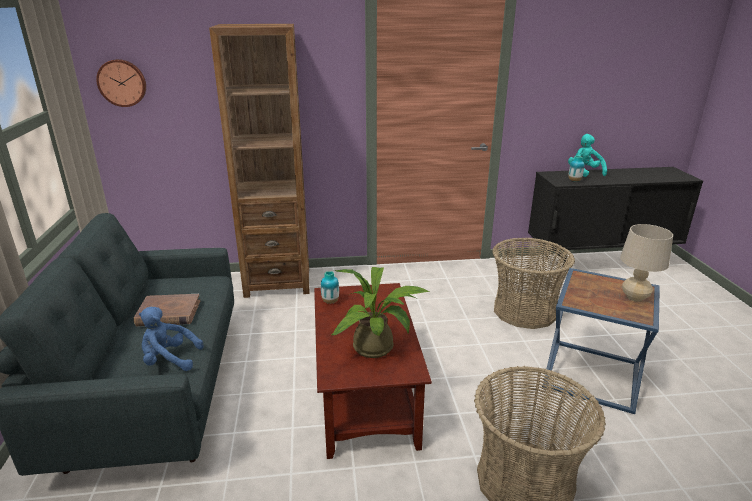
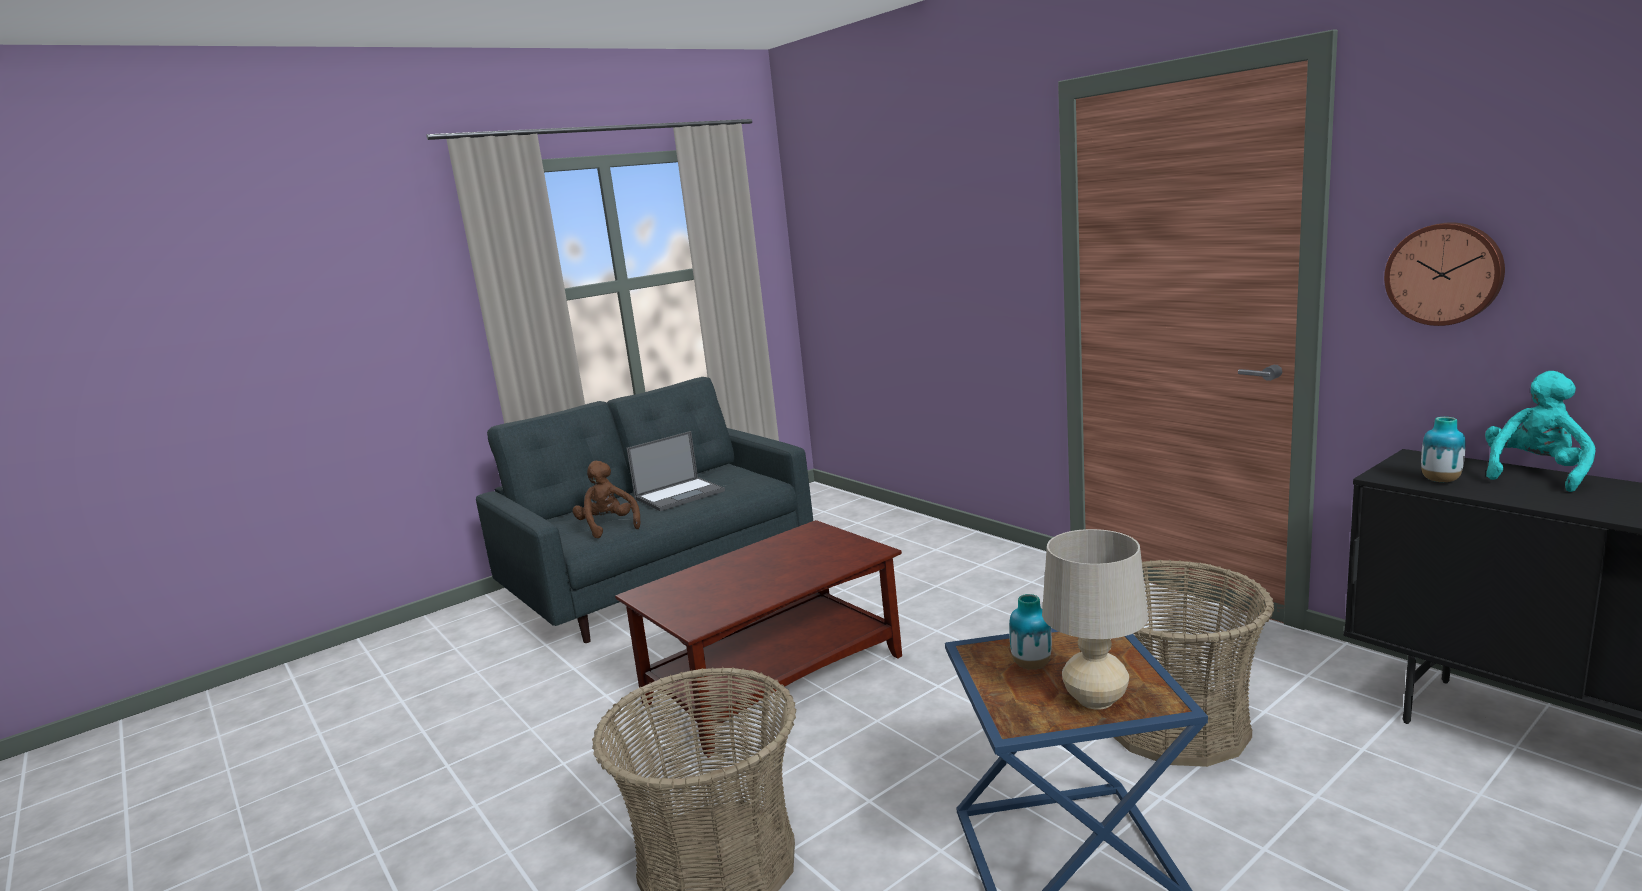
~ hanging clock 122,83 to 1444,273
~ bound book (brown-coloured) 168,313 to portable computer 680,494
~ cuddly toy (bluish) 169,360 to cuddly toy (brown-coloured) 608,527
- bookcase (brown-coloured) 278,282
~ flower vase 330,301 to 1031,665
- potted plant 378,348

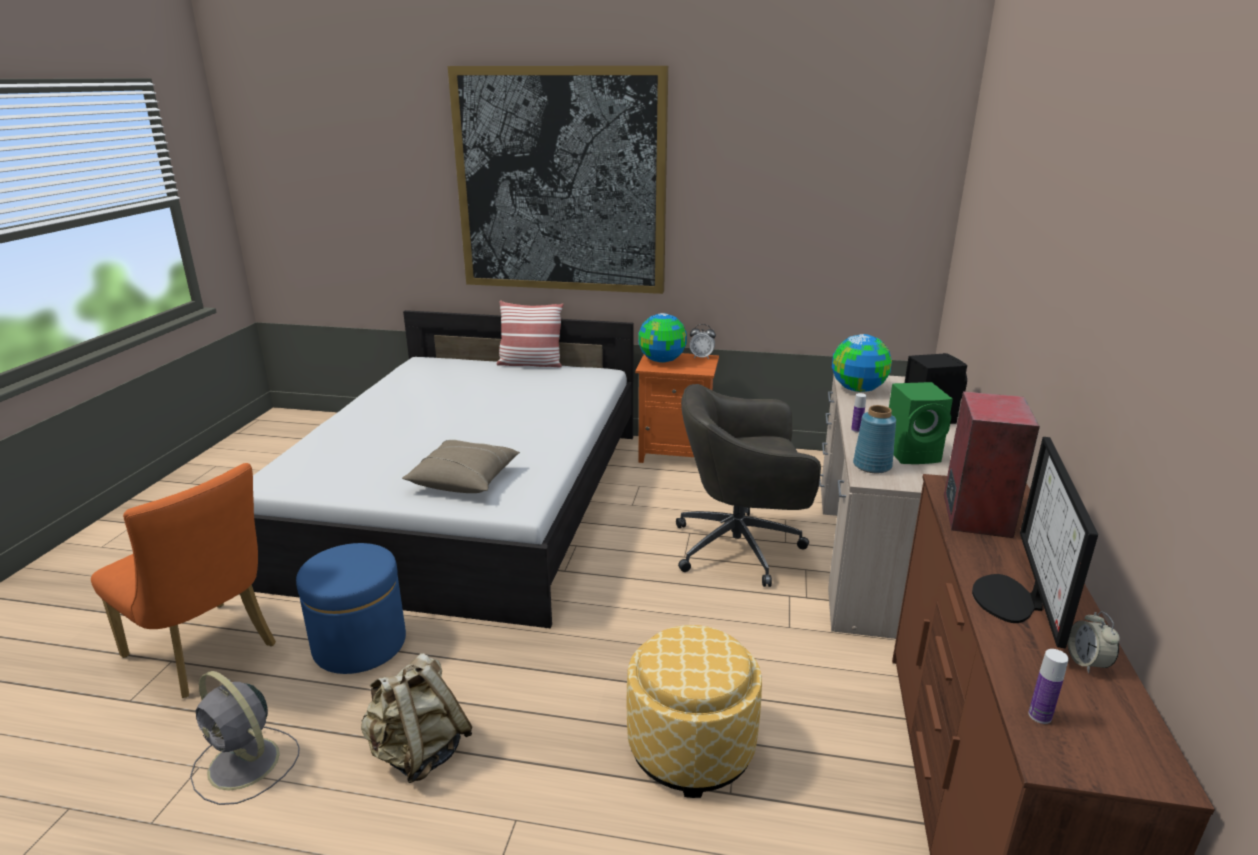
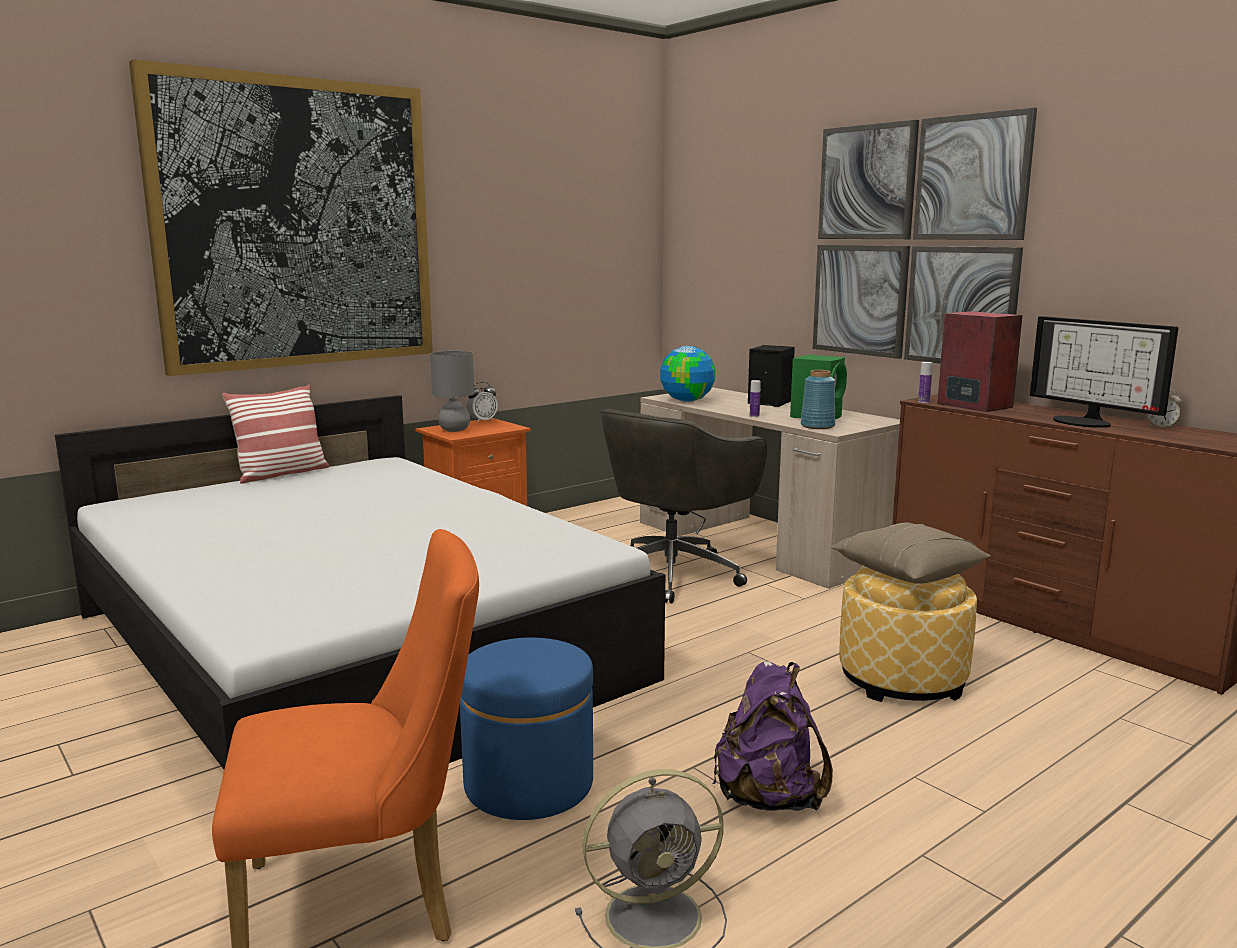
~ knapsack (beige-coloured) 419,752 to knapsack (purple-coloured) 768,798
~ cushion (beige-coloured) 464,480 to 907,572
~ globe 662,361 to lamp for a table (greyish) 455,430
~ bottle 1039,716 to 923,402
+ wall art 913,242

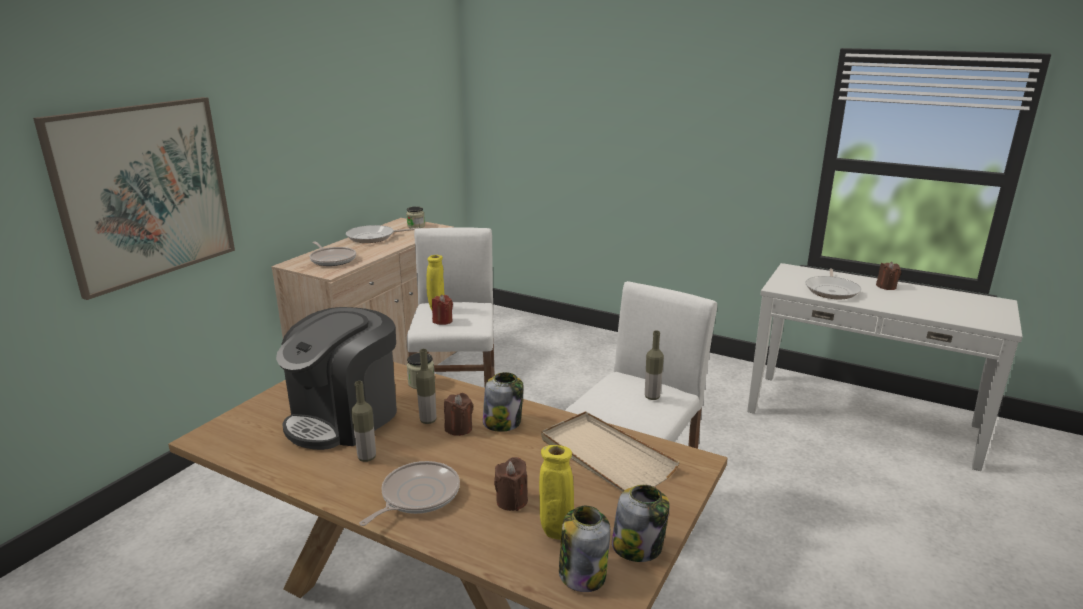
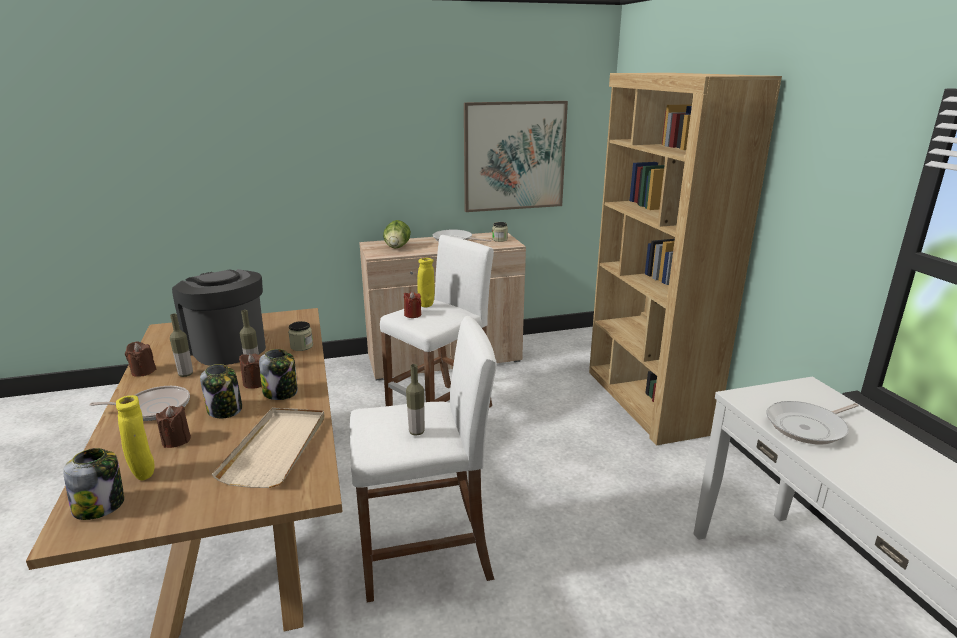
~ wall art 145,192 to 514,156
~ coffee maker 344,418 = 227,347 60 degrees clockwise
~ skillet 332,259 to head of lettuce 397,247
~ preserve jar 638,546 to 225,410
~ candle (brown-coloured) 886,286 to 143,371
+ bookcase (brown-coloured) 646,401

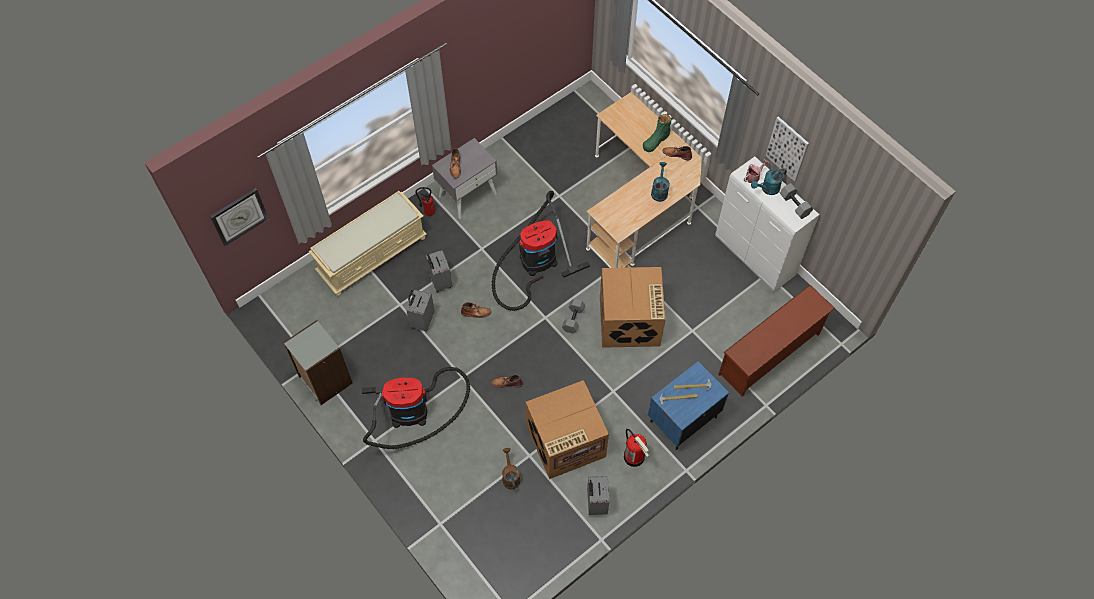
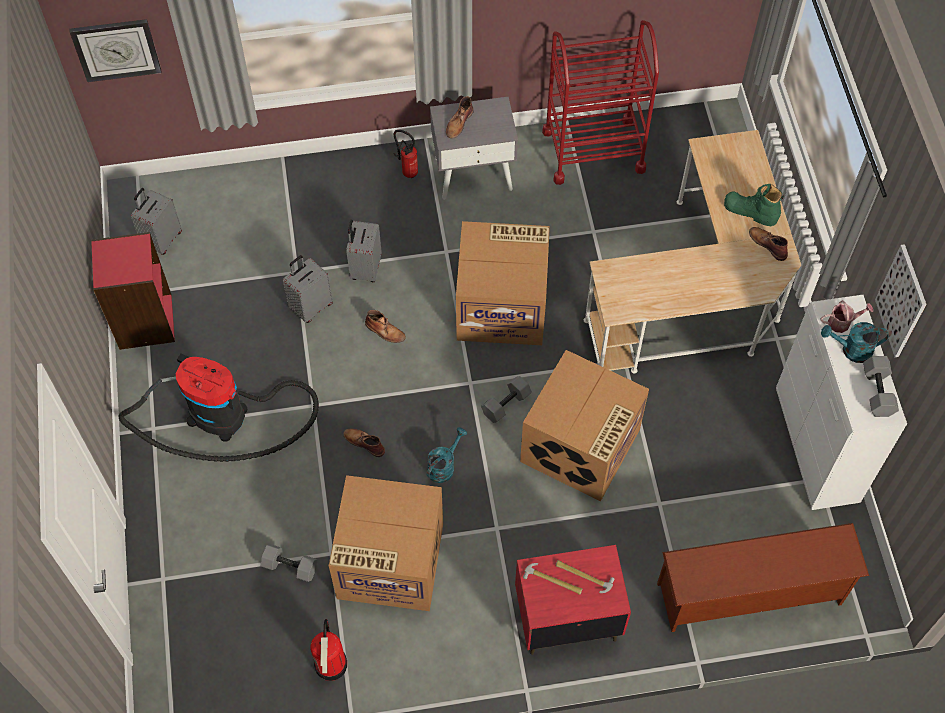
~ bookcase (greyish) 325,380 to bookcase (red-coloured) 144,321
- bench (beige-coloured) 372,254
~ hoover 535,263 to packing box 503,305
~ watering can (brown-coloured) 510,476 to dumbbell (greyish) 289,567
~ travel case (greyish) 596,503 to 162,239
~ extinguisher 634,456 to 331,665
~ high-top boot (green-coloured) 656,140 = 750,212 45 degrees clockwise
~ night table (bluish) 682,419 to night table (red-coloured) 566,618
~ watering can (turquoise) 659,191 to 444,466
+ trolley (red-coloured) 593,150

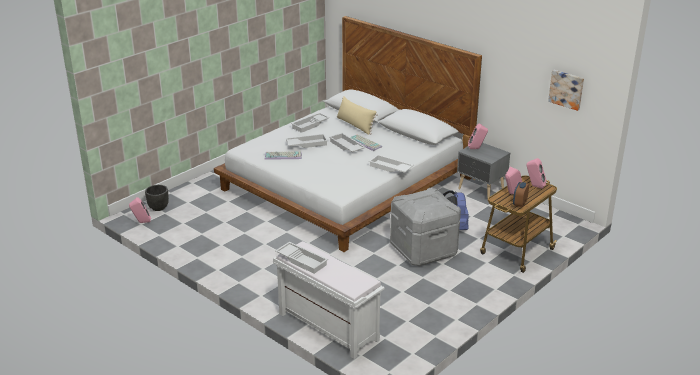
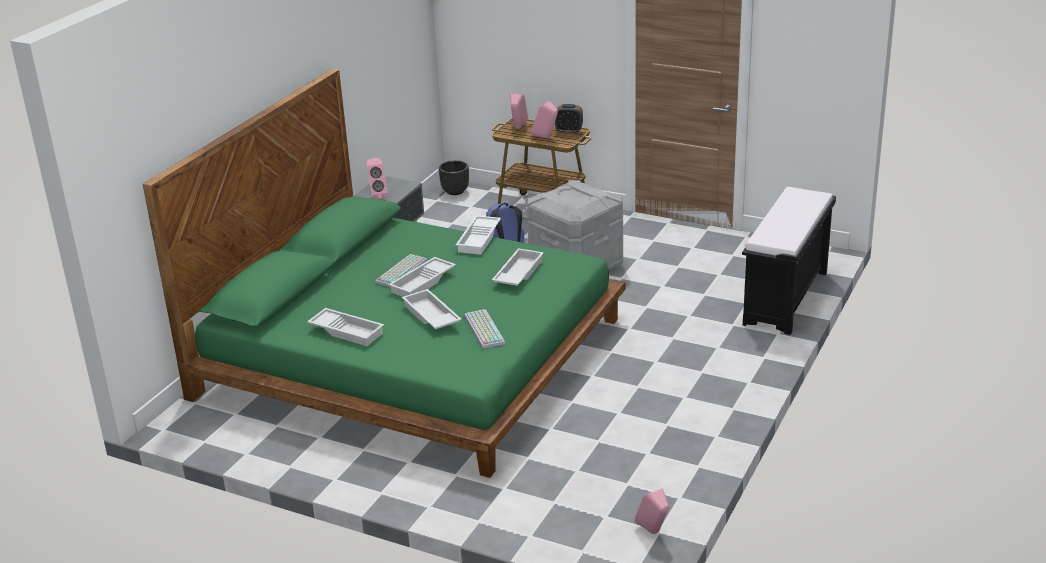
~ flower pot (black) 158,208 to 455,191
~ bed (whitish) 345,183 to bed (green-coloured) 413,356
~ bench (whitish) 327,327 to bench (black) 786,299
~ tray (whitish) 302,260 to 517,273
- cushion (beige-coloured) 355,125
- wall art 566,89

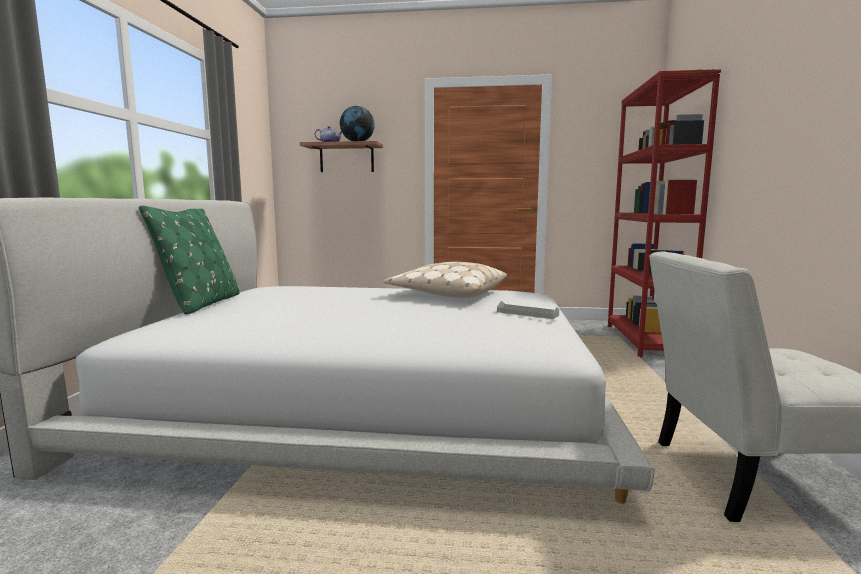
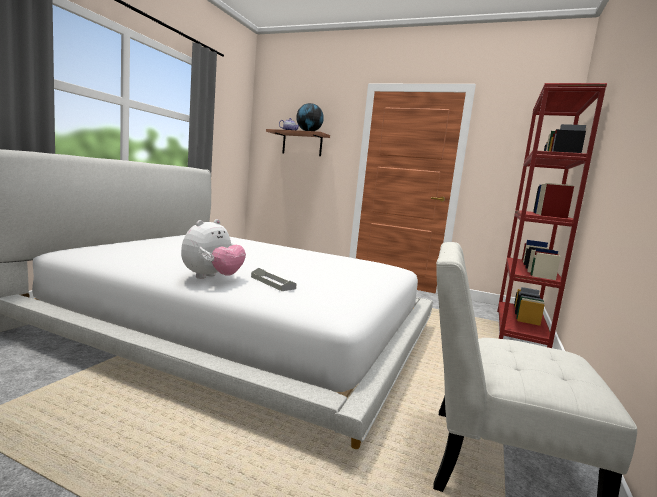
- cushion (green-coloured) 201,304
- cushion (beige-coloured) 447,294
~ tray (greyish) 527,313 to 272,283
+ cuddly toy 212,278

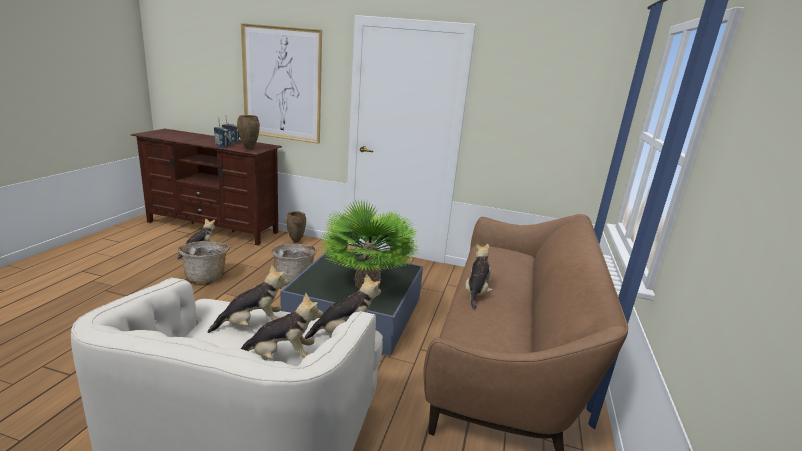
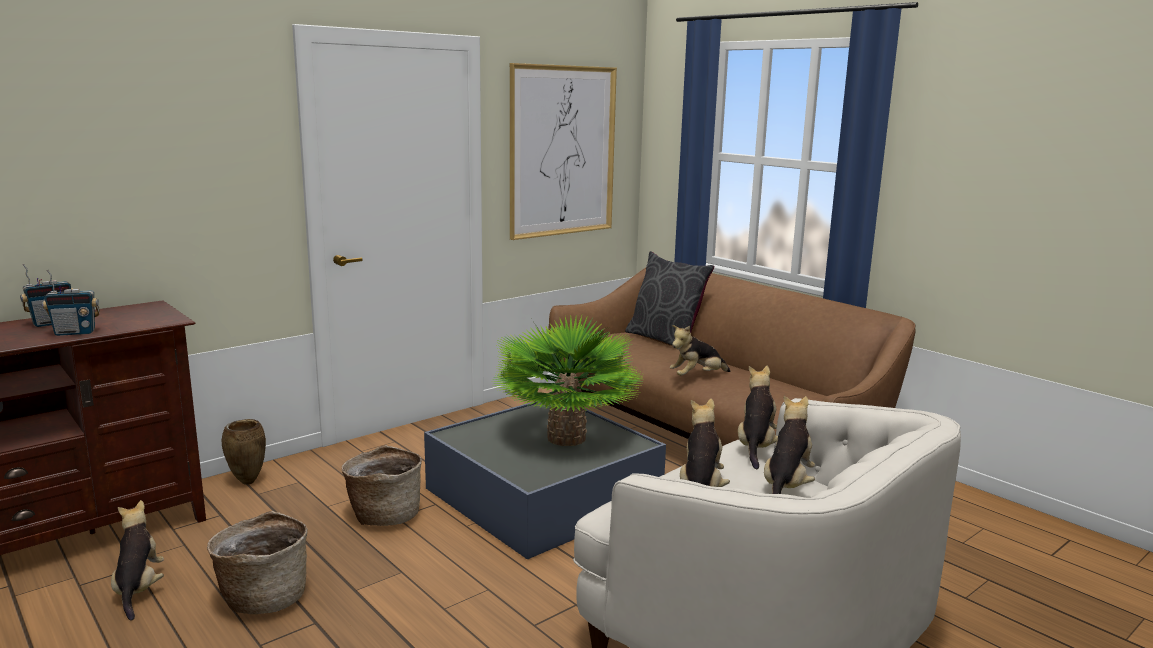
- flower vase (brown-coloured) 248,149
~ wall art 282,84 to 562,151
~ cuddly toy 476,293 = 697,377 75 degrees counterclockwise
+ cushion (greyish) 665,340

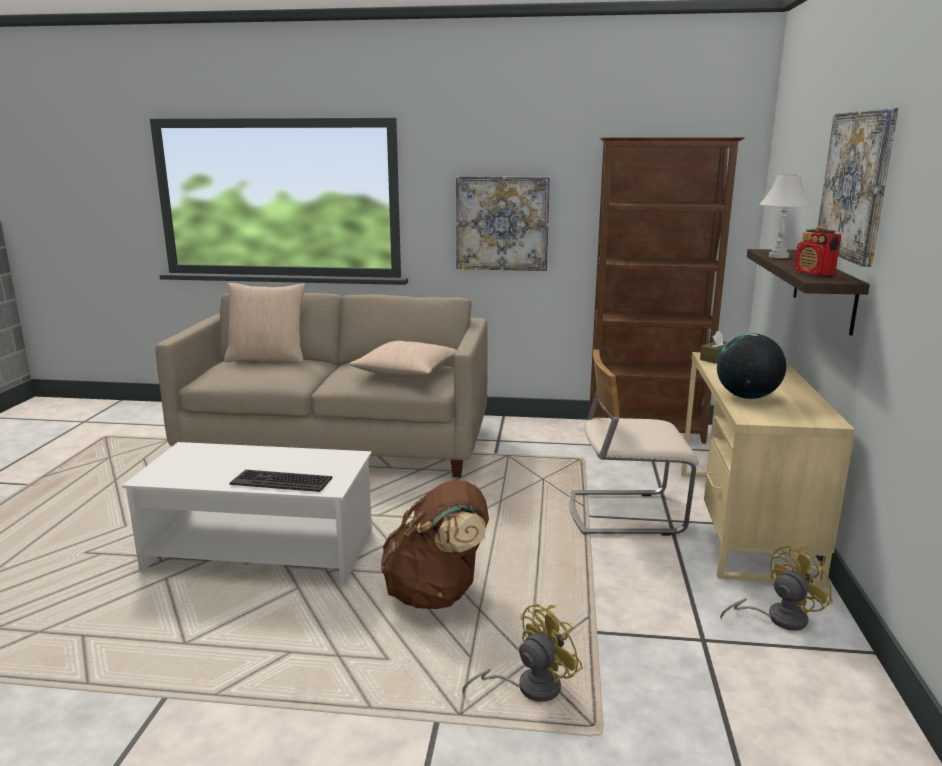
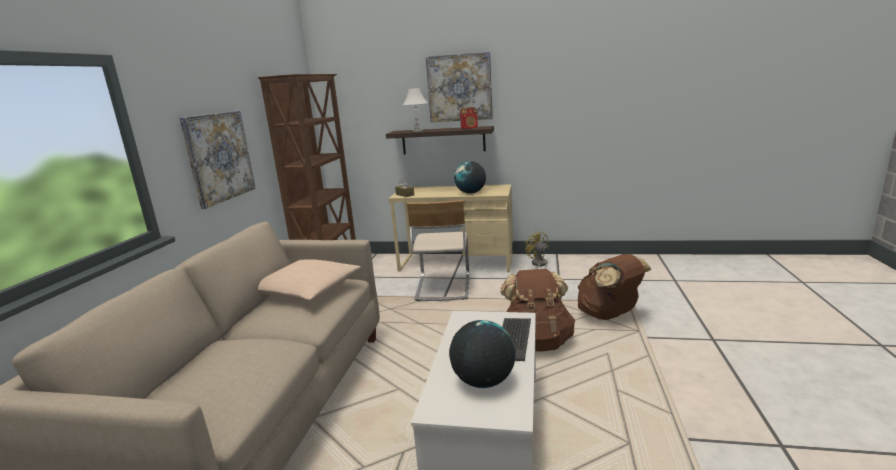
- cushion (beige-coloured) 268,359
~ cooling fan (yellow) 529,687 to knapsack (brown-coloured) 609,315
+ globe 483,381

